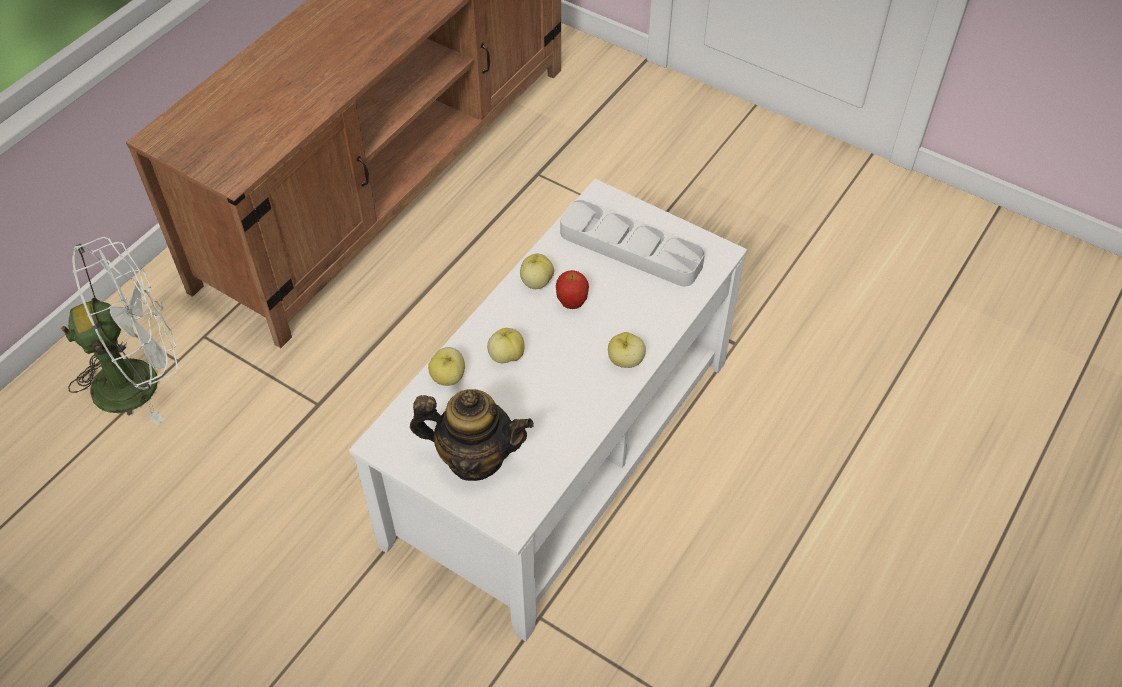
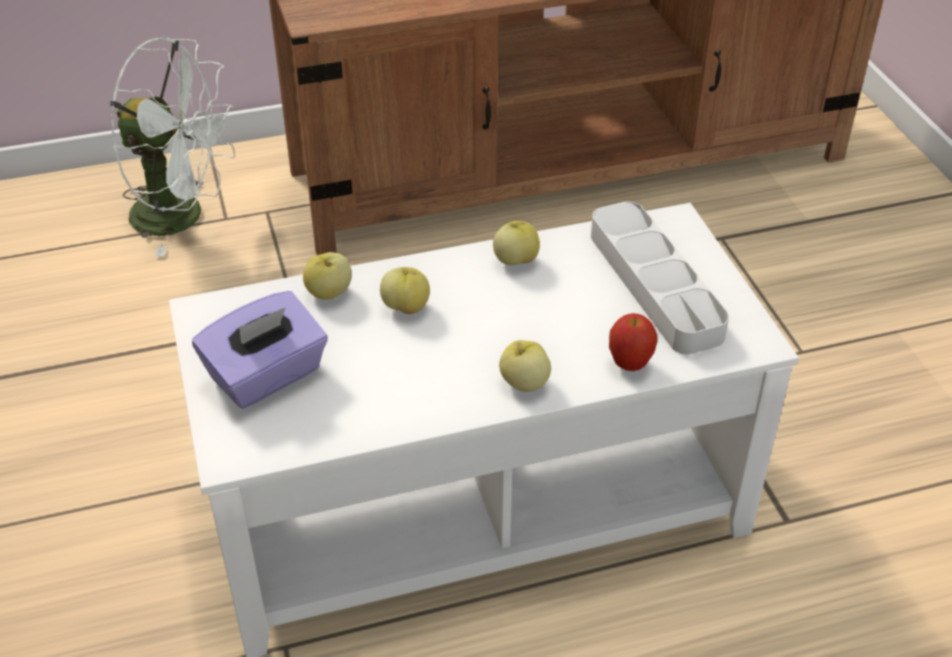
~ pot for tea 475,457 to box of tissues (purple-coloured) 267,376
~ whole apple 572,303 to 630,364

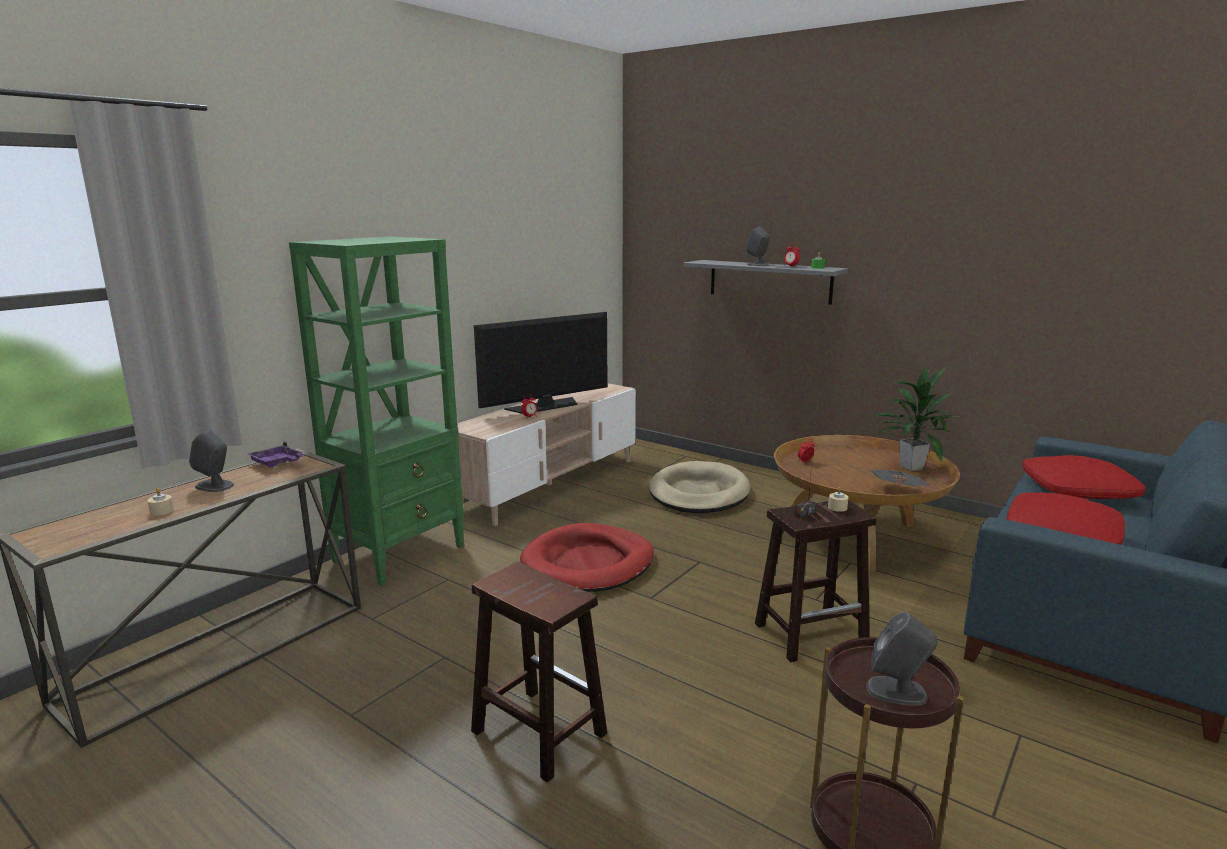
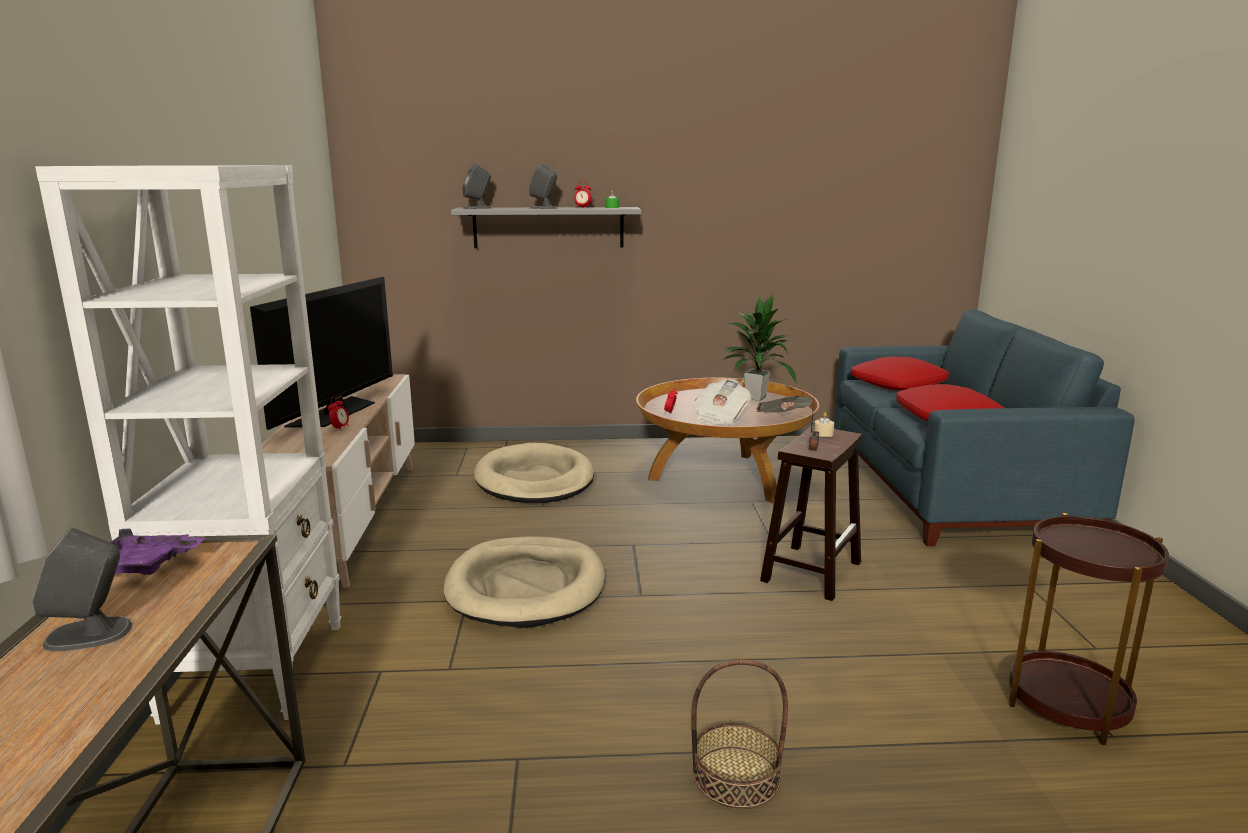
- candle (beige-coloured) 162,511
~ bookcase (green-coloured) 400,554 to bookcase (whitish) 258,669
~ stool seat (brown-coloured) 537,732 to storage basket 736,777
~ pet bed (red-coloured) 588,563 to pet bed (beige-coloured) 526,587
~ speaker (greyish) 897,691 to 477,208
+ printed paper 719,418

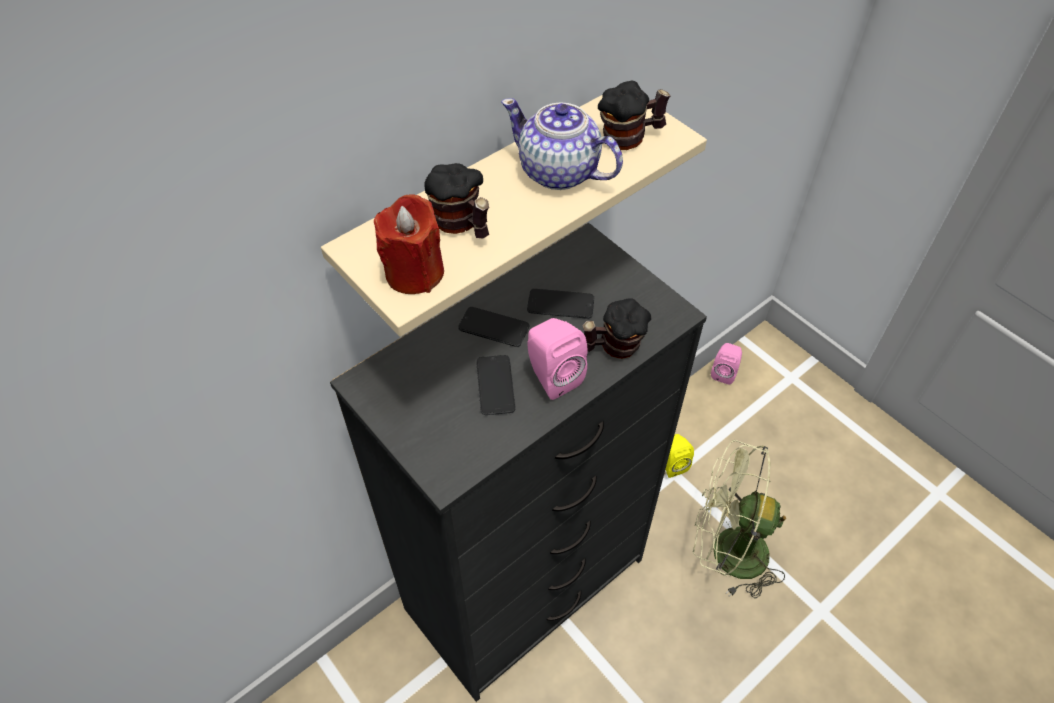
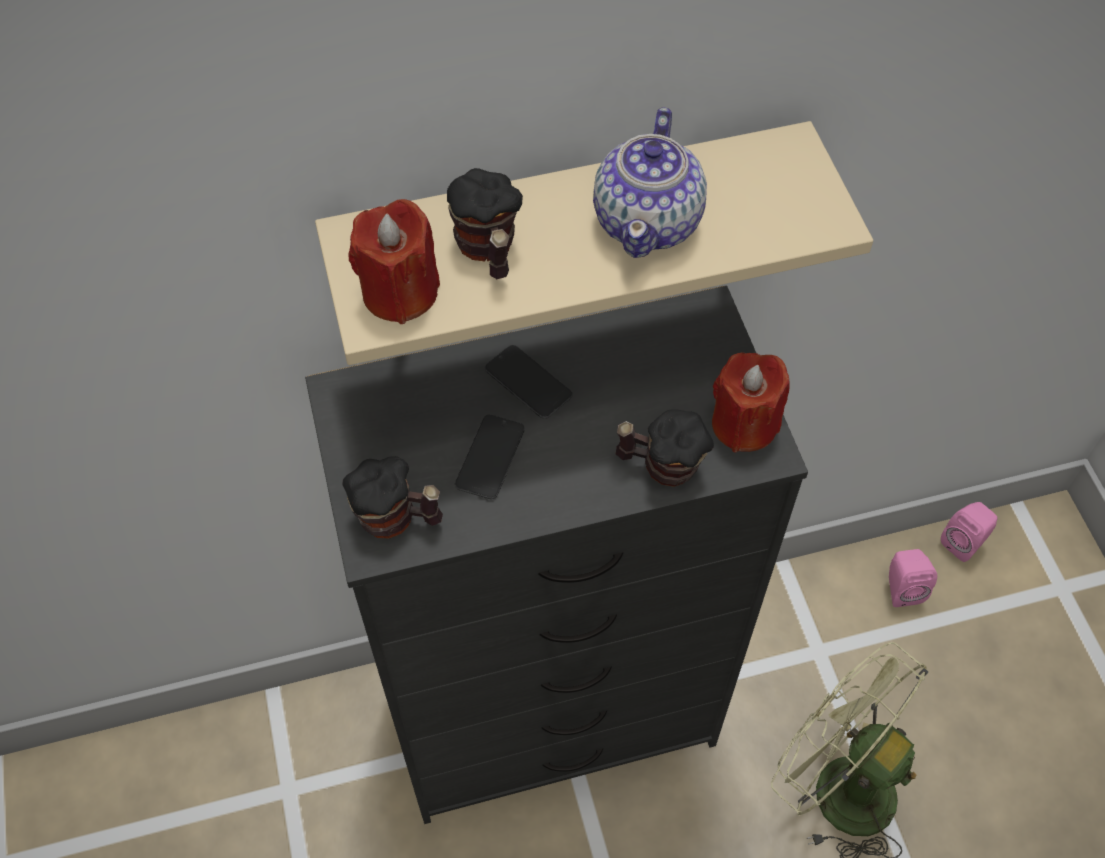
~ pot for tea 559,173 = 648,221 135 degrees counterclockwise
- handset 560,304
~ speaker (pink) 552,376 to 901,588
~ coffee mug 629,138 to 396,519
- speaker (yellow) 671,463
+ candle (red-coloured) 744,424

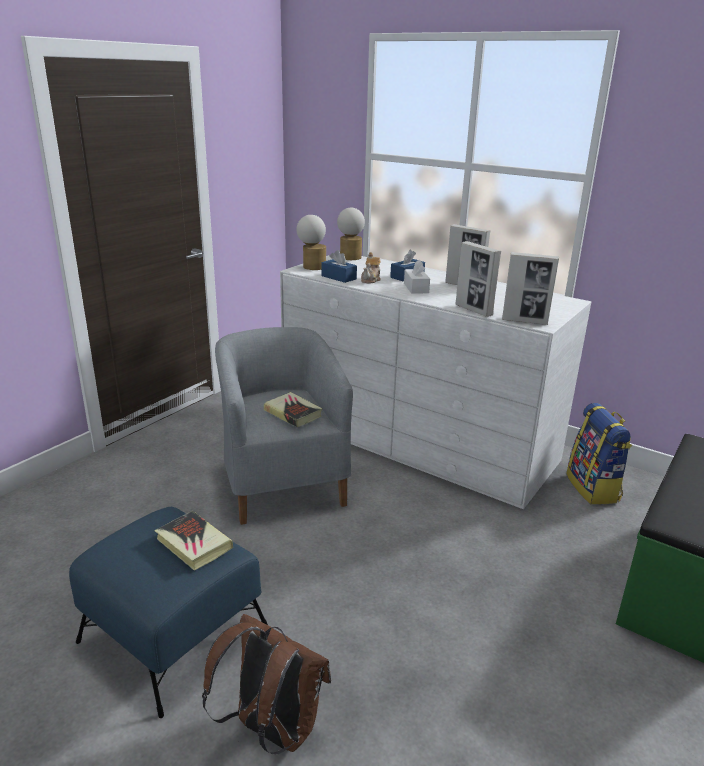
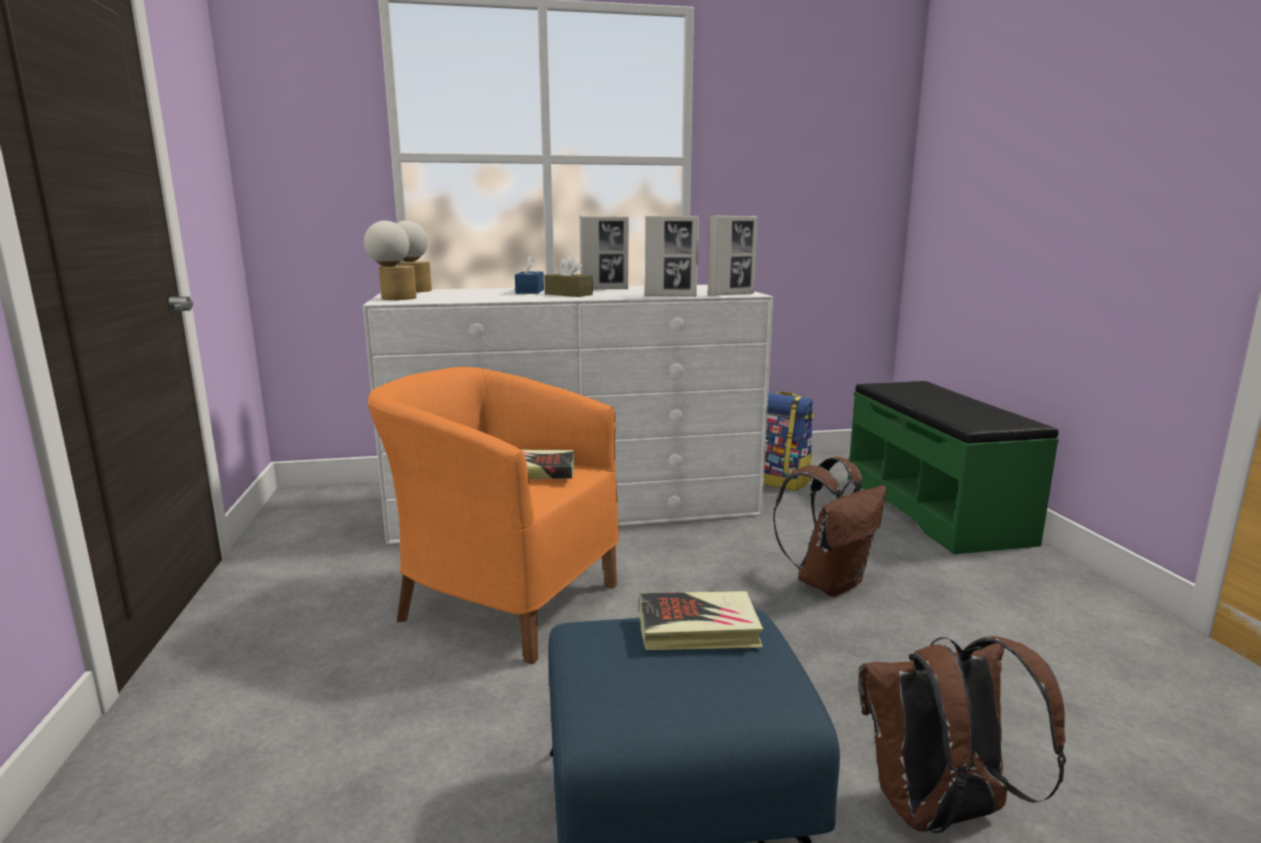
~ armchair (greyish) 282,481 to armchair (orange) 502,600
- box of tissues (bluish) 338,277
- pot for tea 371,280
~ box of tissues (whitish) 416,288 to box of tissues (brown-coloured) 568,294
+ knapsack (brown-coloured) 829,582

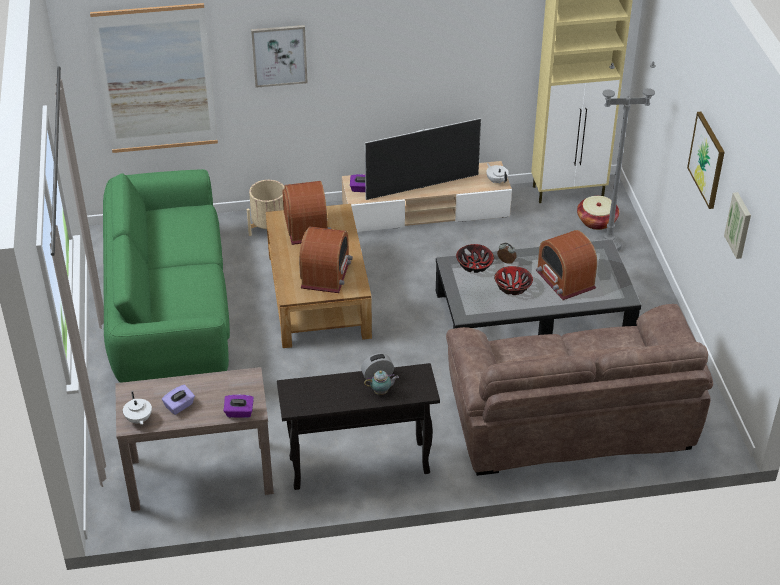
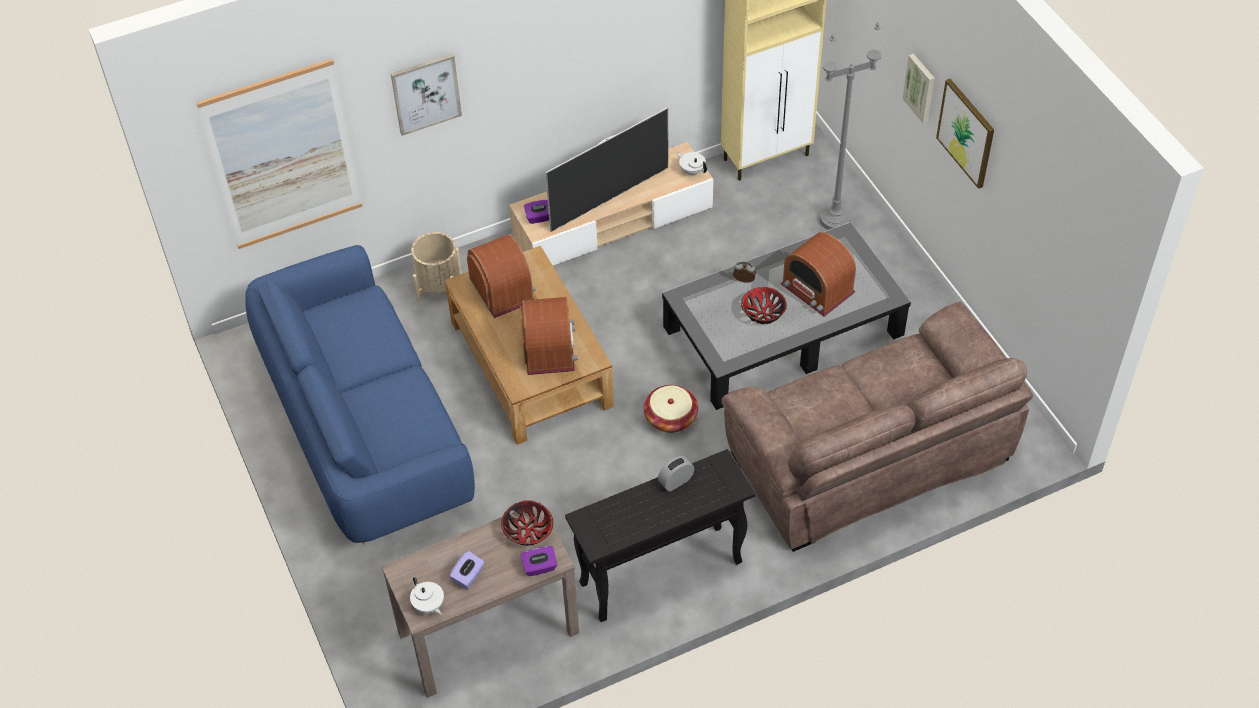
~ settee (green-coloured) 170,312 to settee (bluish) 365,429
- pot for tea 382,392
~ serving bowl 474,265 to 528,531
~ storage basket 596,221 to 670,418
~ wall art 739,225 to 920,87

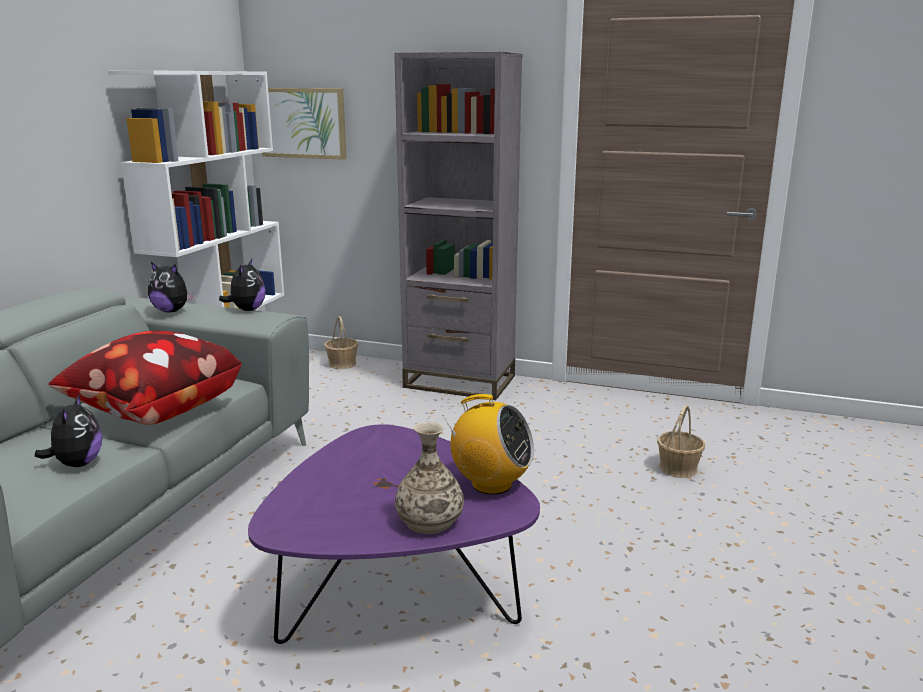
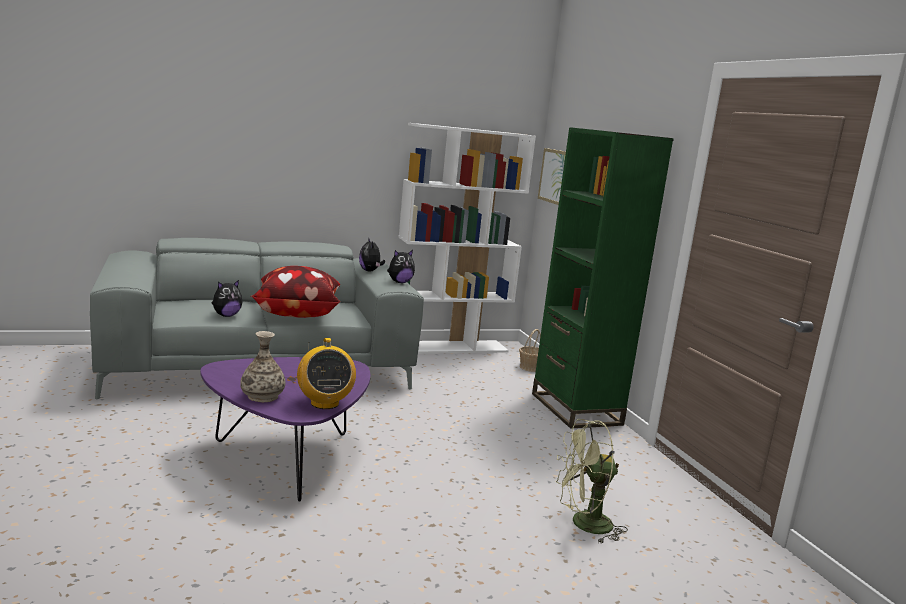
~ bookcase (greyish) 459,382 to bookcase (green-coloured) 575,409
~ storage basket 678,468 to cooling fan (green-coloured) 583,525

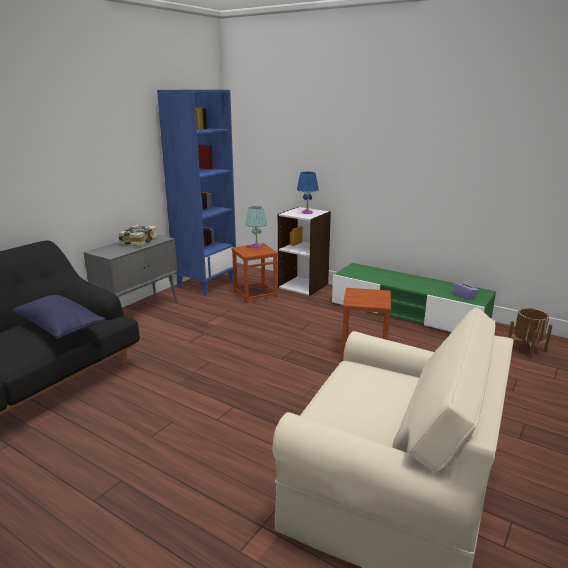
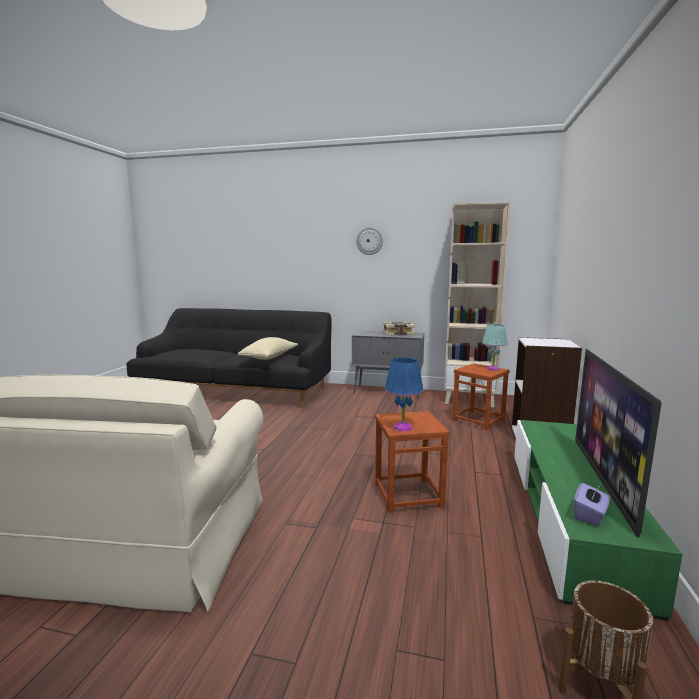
~ cushion (bluish) 60,327 to cushion (beige-coloured) 269,358
~ bookcase (bluish) 206,284 to bookcase (beige-coloured) 469,399
~ lamp for a table (bluish) 307,212 to 402,427
+ hanging clock 369,241
+ TV set 604,480

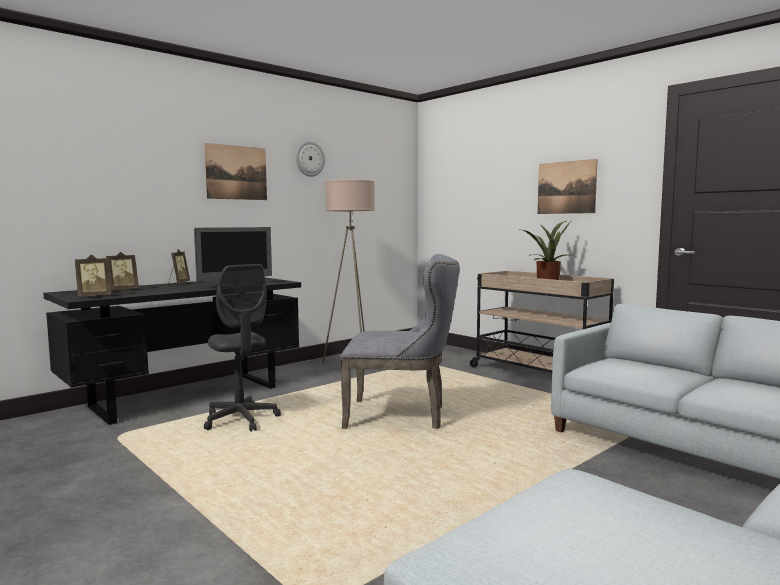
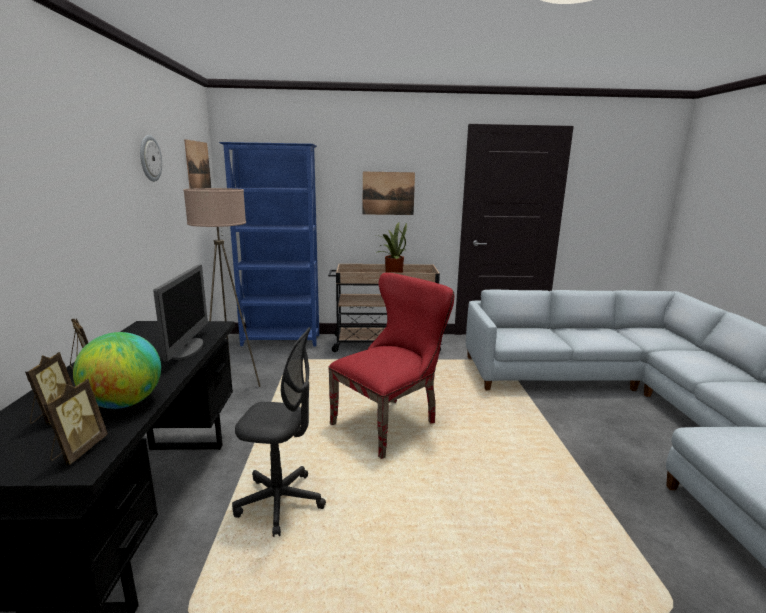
~ wall art 236,172 to 198,166
~ plain chair (greyish) 402,416 to plain chair (red-coloured) 390,422
+ globe 124,403
+ bookcase (bluish) 281,341

